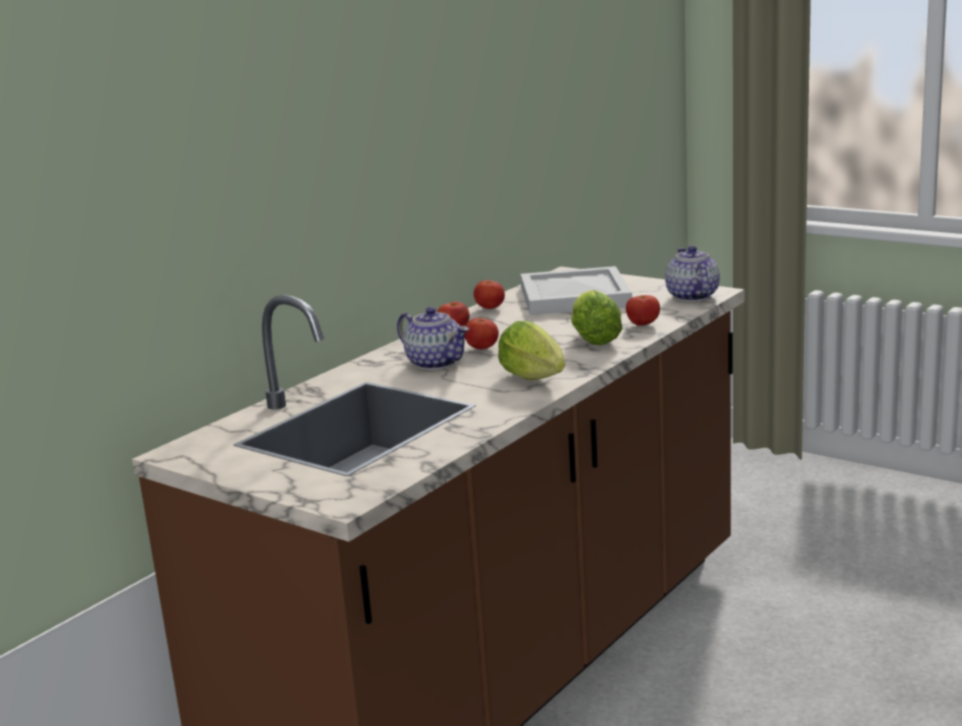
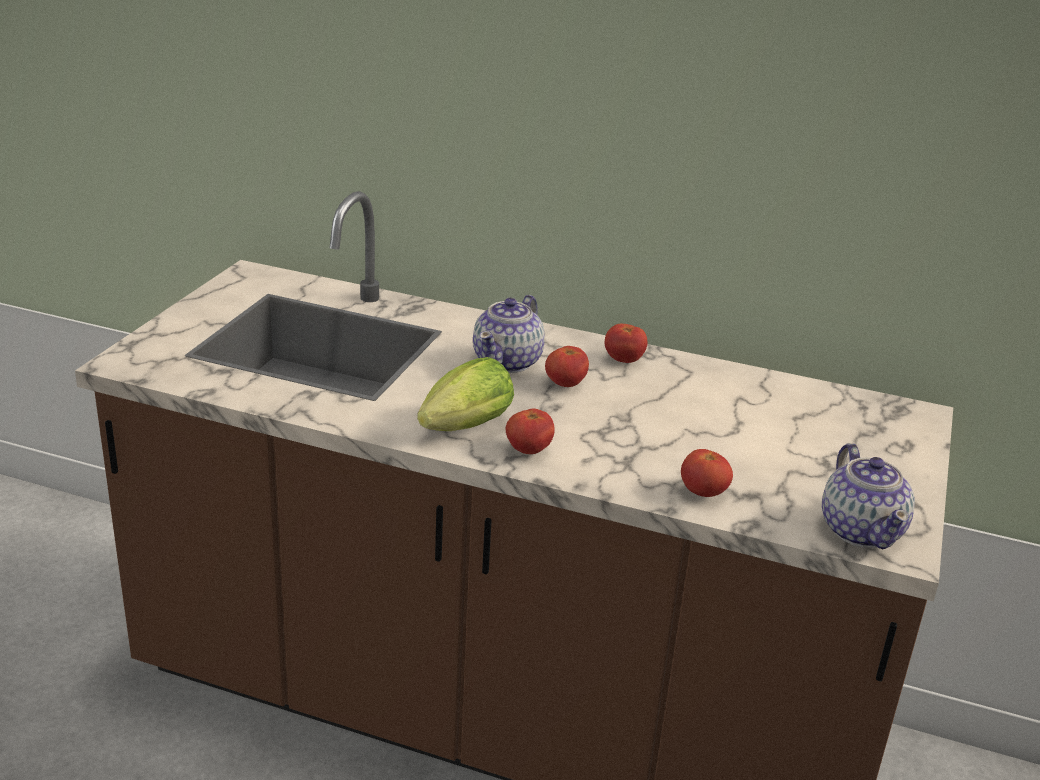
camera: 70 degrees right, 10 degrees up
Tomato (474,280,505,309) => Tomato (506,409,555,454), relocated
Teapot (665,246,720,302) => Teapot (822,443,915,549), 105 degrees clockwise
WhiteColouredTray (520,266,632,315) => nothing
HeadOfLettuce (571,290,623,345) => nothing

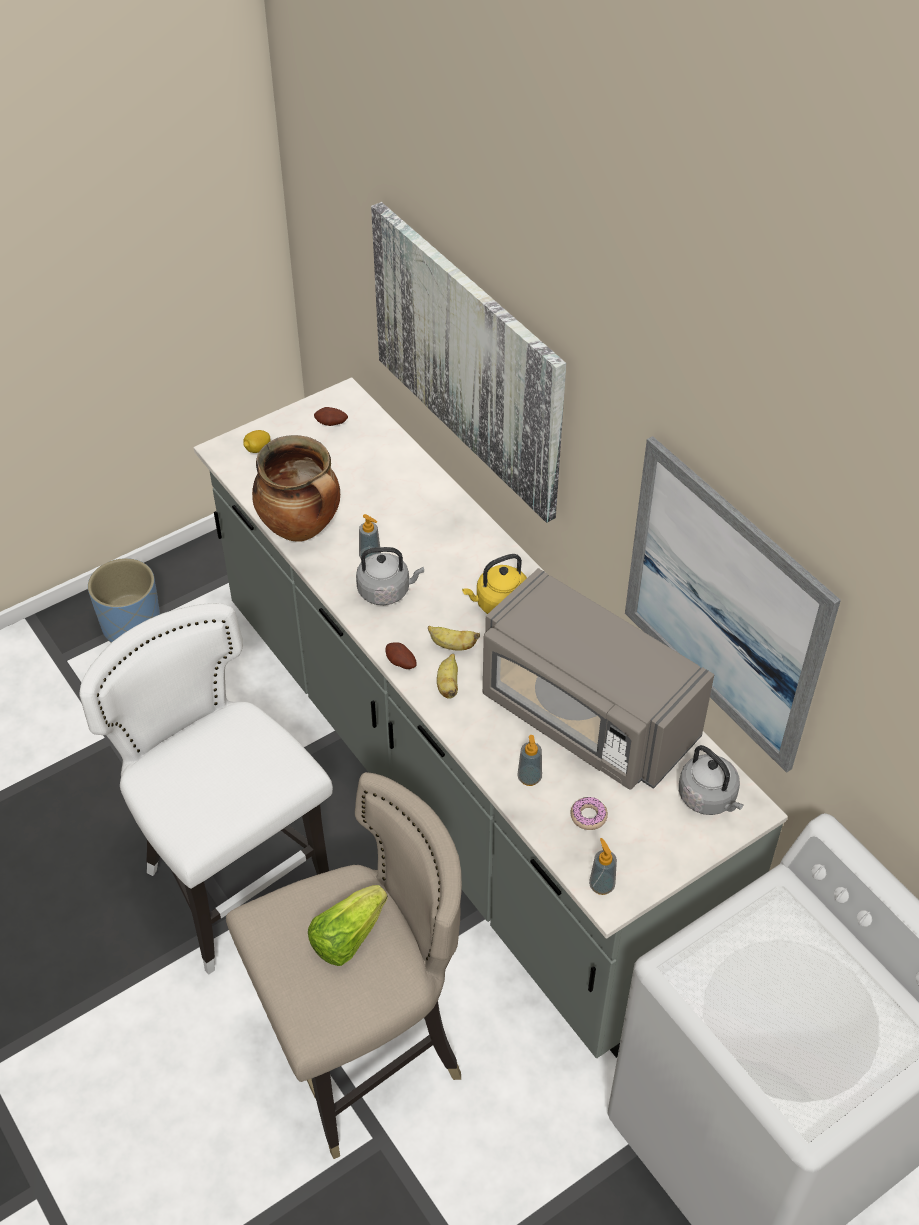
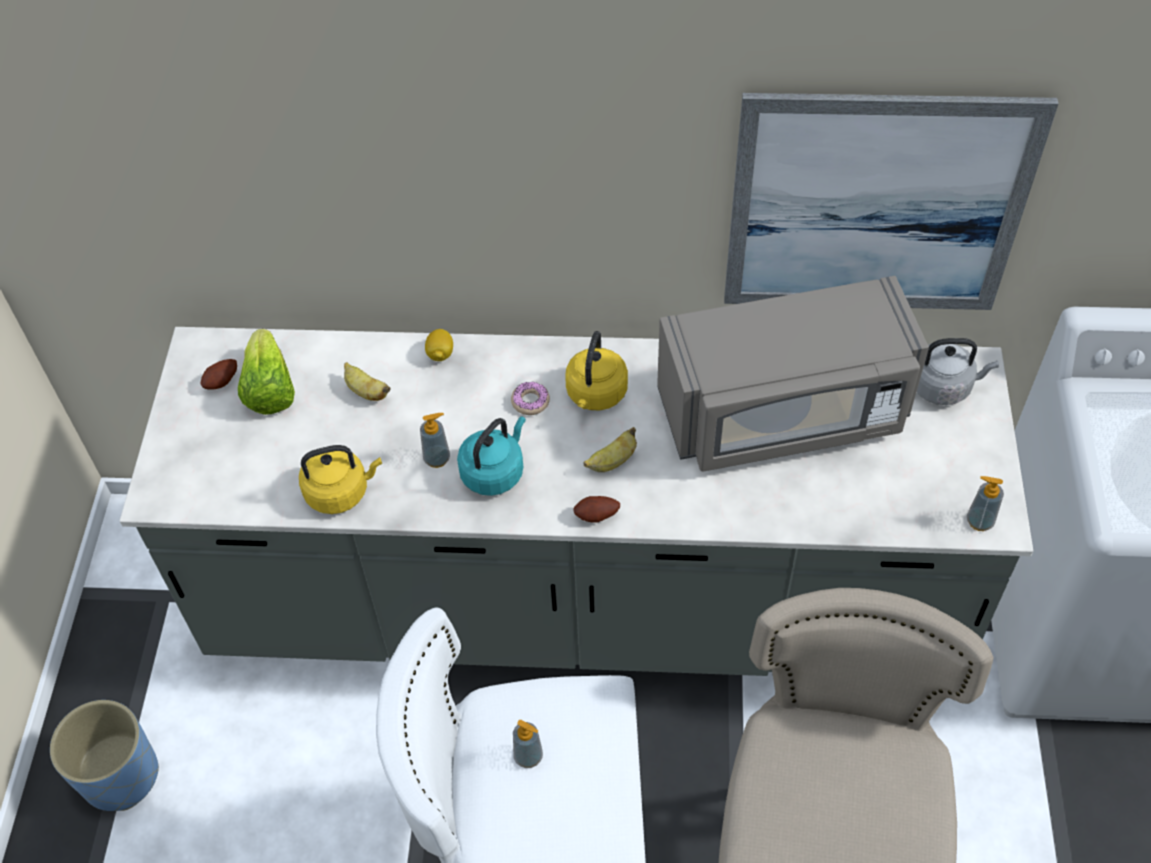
camera: 50 degrees left, 5 degrees up
HeadOfLettuce (308,885,388,966) => HeadOfLettuce (238,329,295,415), relocated
CookingPot (252,435,340,542) => YellowishWaterKettle (299,445,382,514)
WholeBanana (437,654,458,699) => WholeBanana (344,362,391,401), relocated
WholeLemon (243,430,271,453) => WholeLemon (425,329,453,361), relocated
GrayWaterKettle (356,547,424,605) => TurquoiseWaterKettle (457,416,526,496)
RingDoughnut (571,797,608,830) => RingDoughnut (511,382,550,415), relocated
LiquidSoapBottle (518,735,542,786) => LiquidSoapBottle (513,720,543,768), relocated
WallArt (371,202,566,523) => nothing

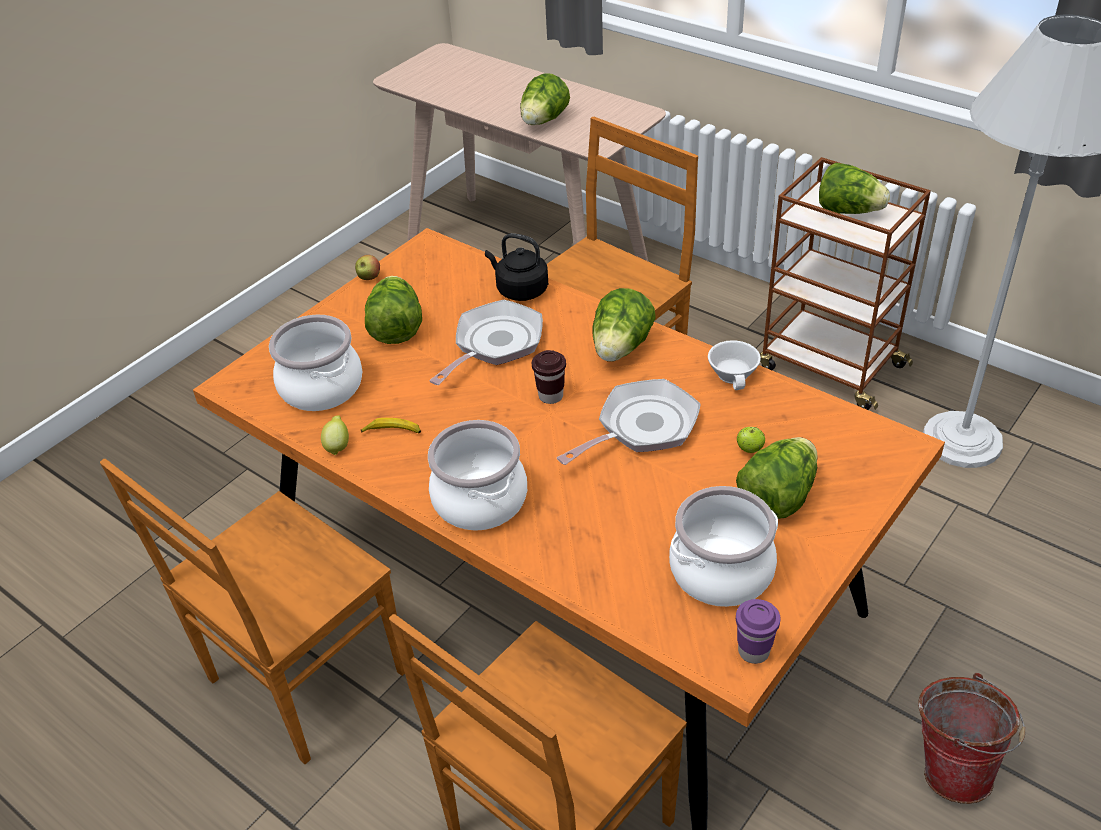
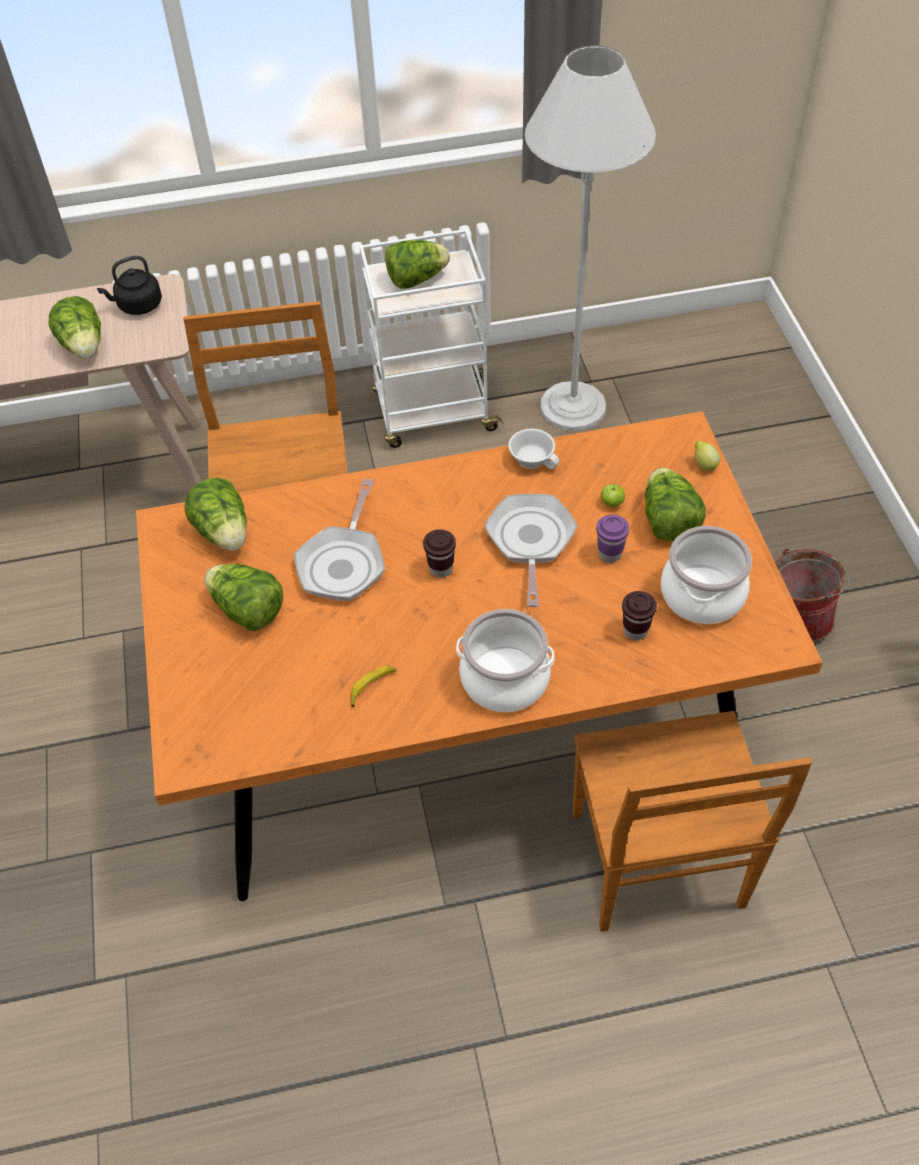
camera: 50 degrees left, 10 degrees up
BlackWaterKettle (485,233,548,301) => BlackWaterKettle (97,255,162,315), relocated
HeadOfLettuce (592,288,656,362) => HeadOfLettuce (185,478,247,551), relocated
Pan (429,300,543,385) => Pan (294,479,385,601), 150 degrees counterclockwise
BrownWheeledCart (760,157,931,410) => WhiteColouredWheeledCart (360,229,503,448)
PurplishDrinkingCup (736,599,781,664) => PurplishDrinkingCup (596,515,629,563), relocated
nothing => BrownDrinkingCup (622,591,657,640)
WholeLemon (321,415,349,456) => WholeLemon (695,440,720,471), relocated
BrownChair (100,459,405,764) => nothing
CookingPot (269,314,362,411) => nothing
AppleFruit (355,255,380,280) => nothing

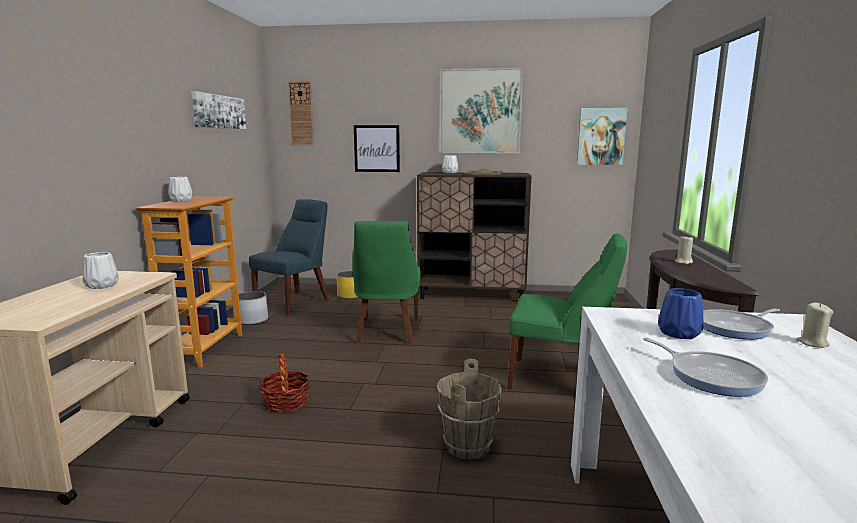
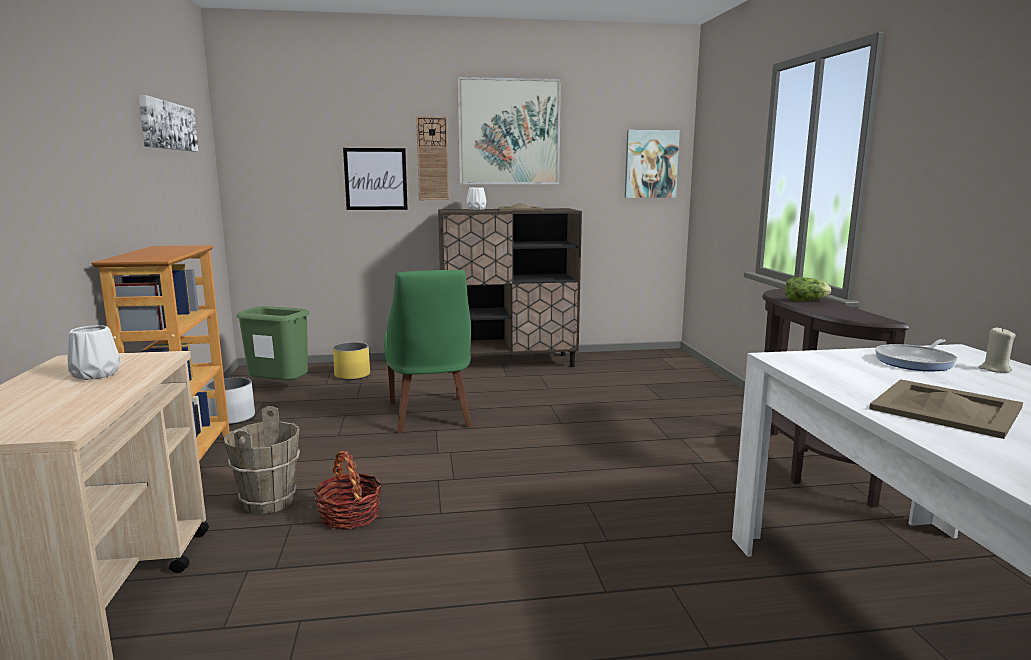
camera: 15 degrees left, 0 degrees up
BrownWaterBucket (436,359,502,460) => BrownWaterBucket (224,406,300,514), relocated
BlueColouredChair (249,199,329,316) => GreenishWasteBin (236,306,309,380)
WallClock (288,81,314,145) => WallClock (416,116,449,200), relocated
SandColouredWaxCandle (675,236,693,264) => HeadOfLettuce (785,277,831,301)
Pan (643,338,768,397) => SandColouredTray (869,379,1023,439)
WhiteColouredDecorativeVase (168,177,192,202) => nothing
GreenishChair (507,234,627,390) => nothing
BlueColouredDecorativeVase (658,288,704,339) => nothing

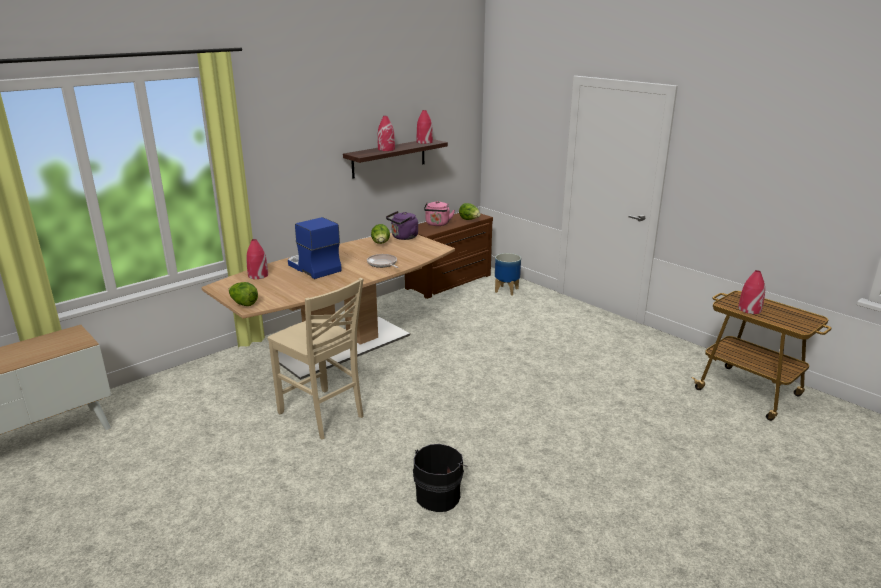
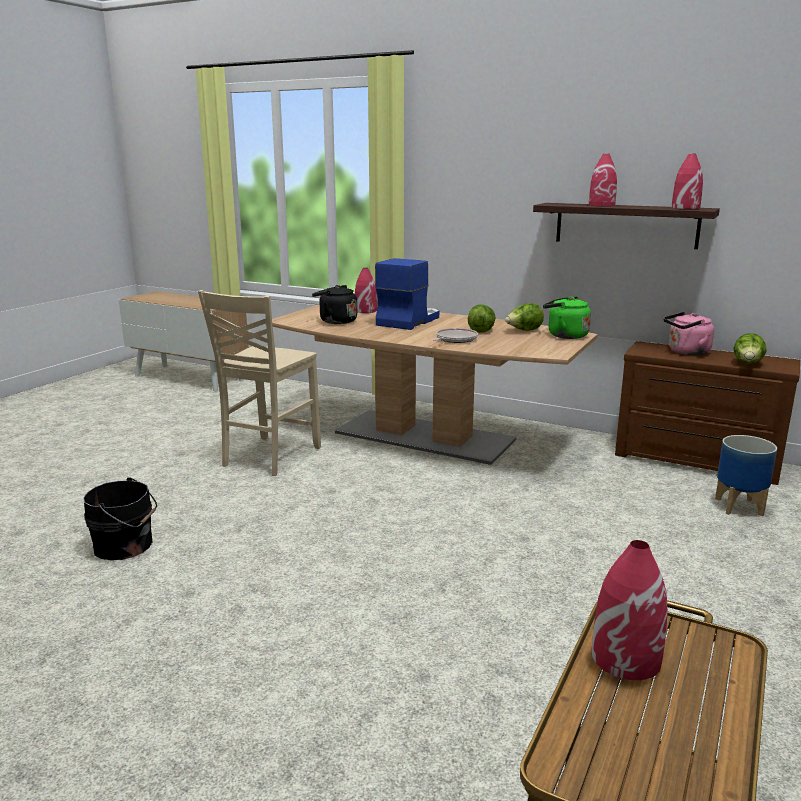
camera: 70 degrees right, 5 degrees down
nothing => BlackWaterKettle (312,285,357,324)
HeadOfLettuce (228,282,258,306) => HeadOfLettuce (468,304,496,333), relocated
PurplishWaterKettle (386,211,418,240) => GreenishWaterKettle (543,296,591,339)

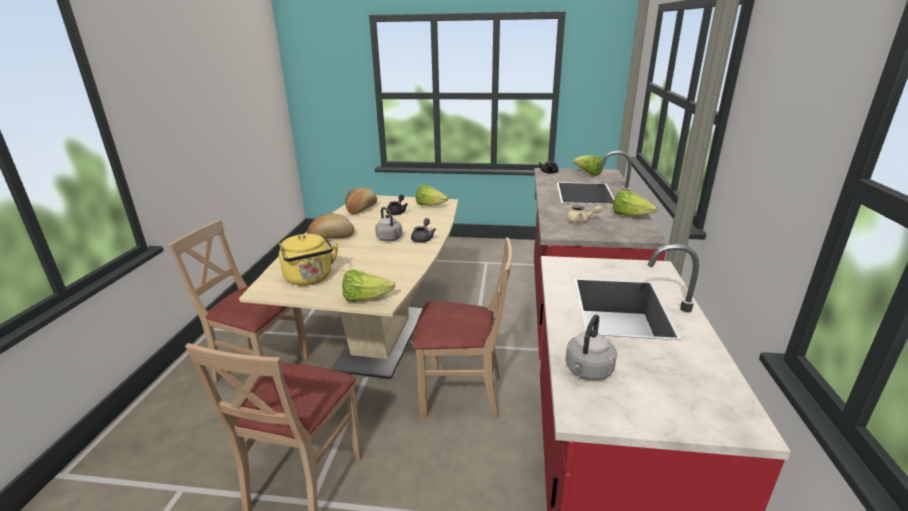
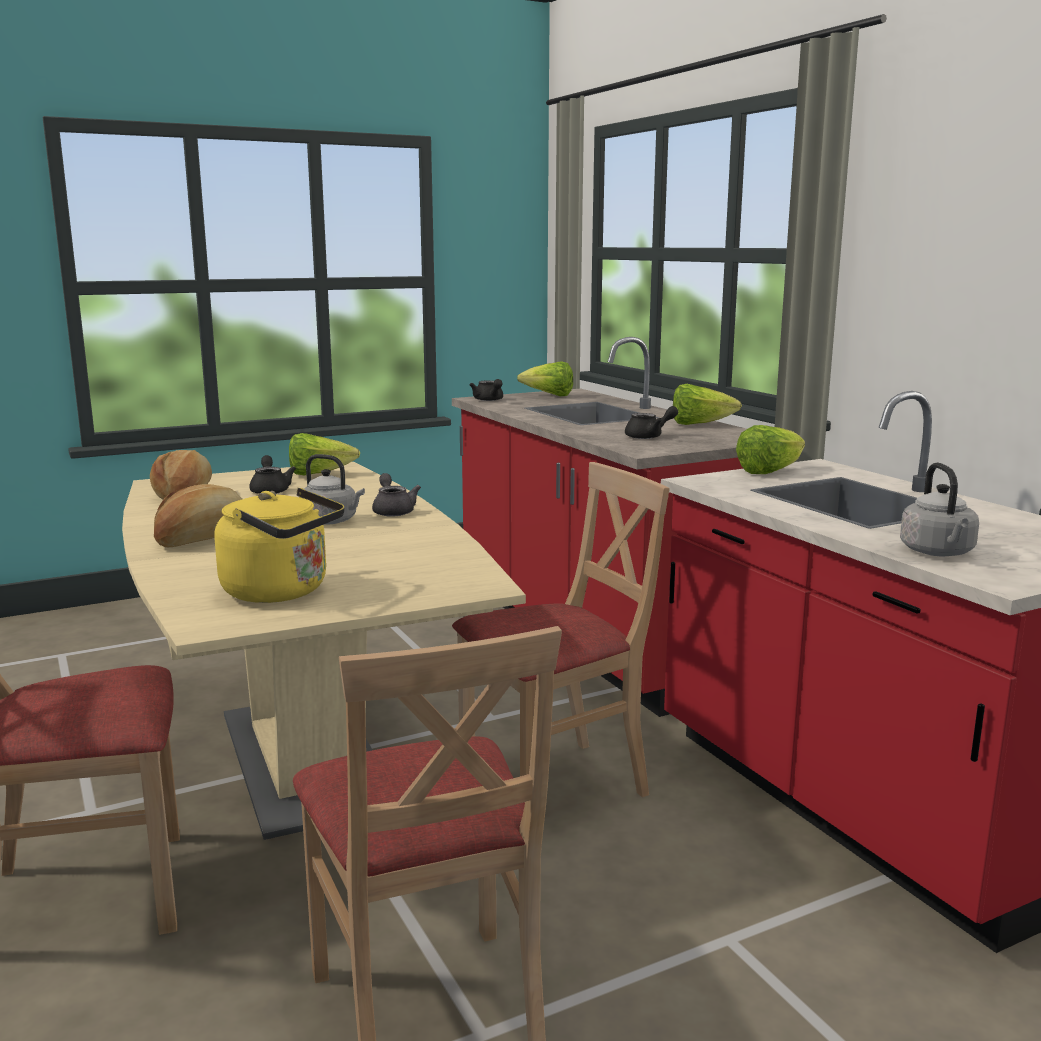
camera: 35 degrees left, 10 degrees down
SandColouredTeapot (566,205,602,223) => BlackTeapot (625,406,678,439)
HeadOfLettuce (342,269,396,302) => HeadOfLettuce (736,425,805,474), relocated

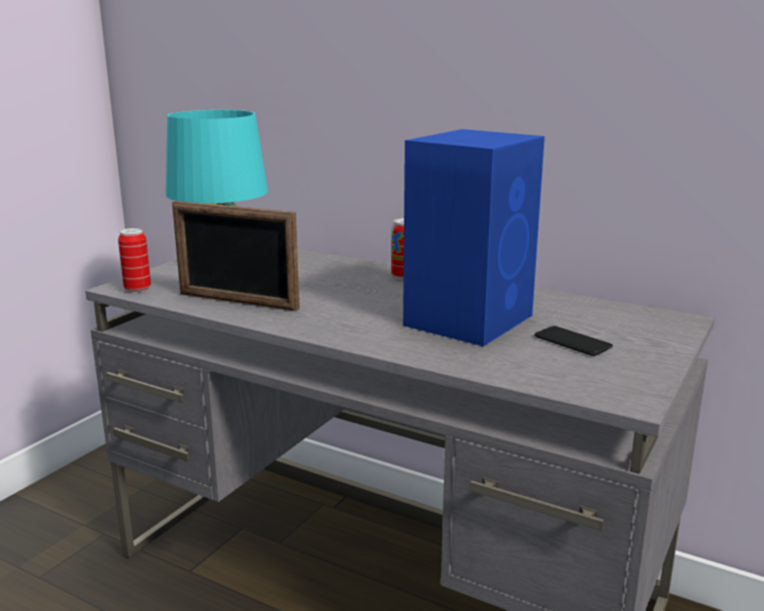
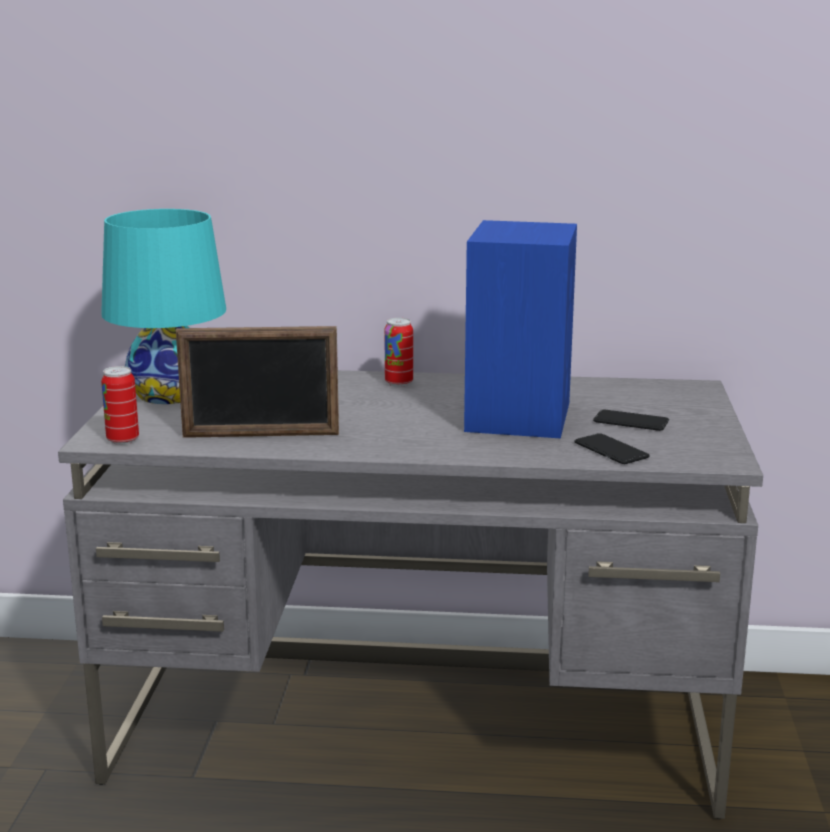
camera: 25 degrees left, 0 degrees up
nothing => Handset (574,433,650,464)

